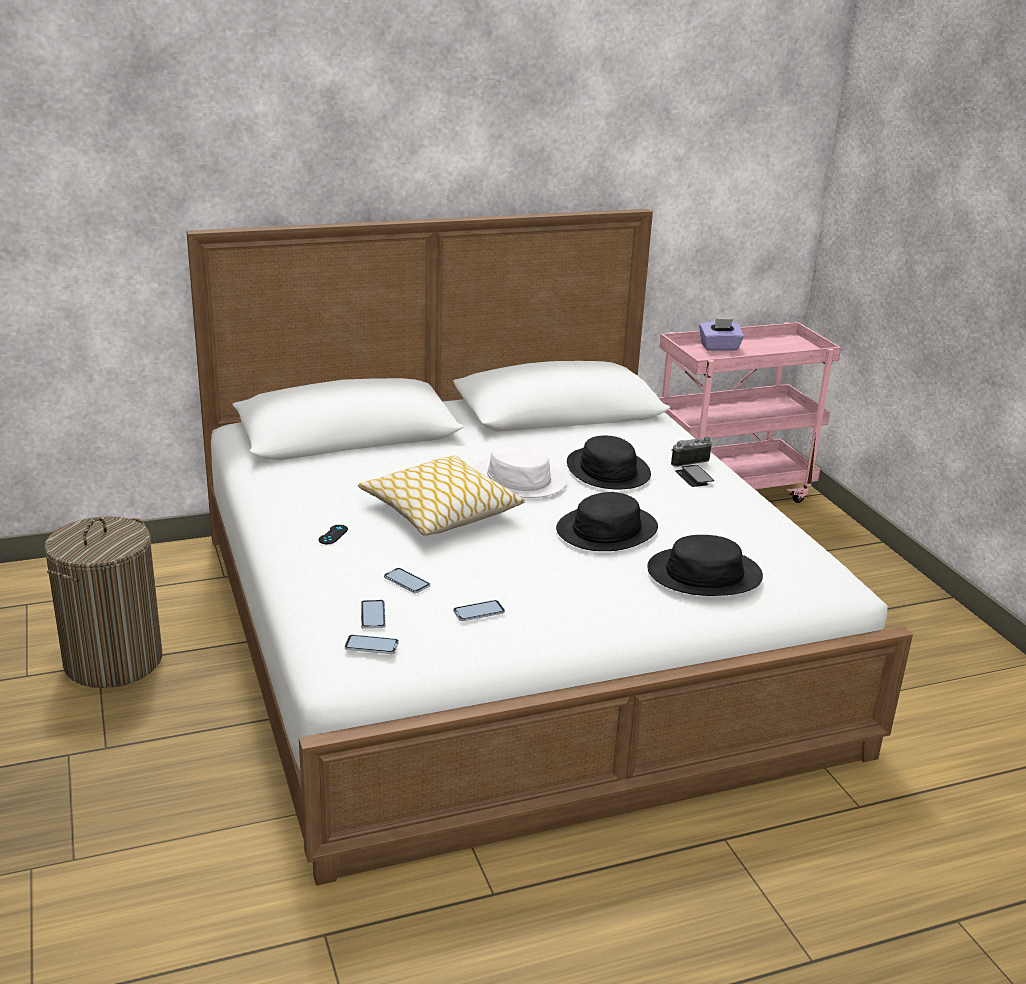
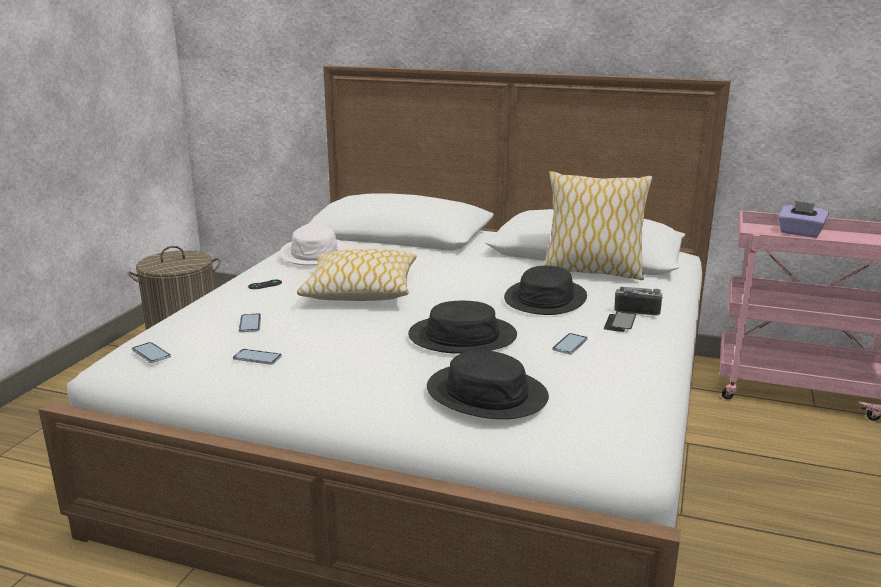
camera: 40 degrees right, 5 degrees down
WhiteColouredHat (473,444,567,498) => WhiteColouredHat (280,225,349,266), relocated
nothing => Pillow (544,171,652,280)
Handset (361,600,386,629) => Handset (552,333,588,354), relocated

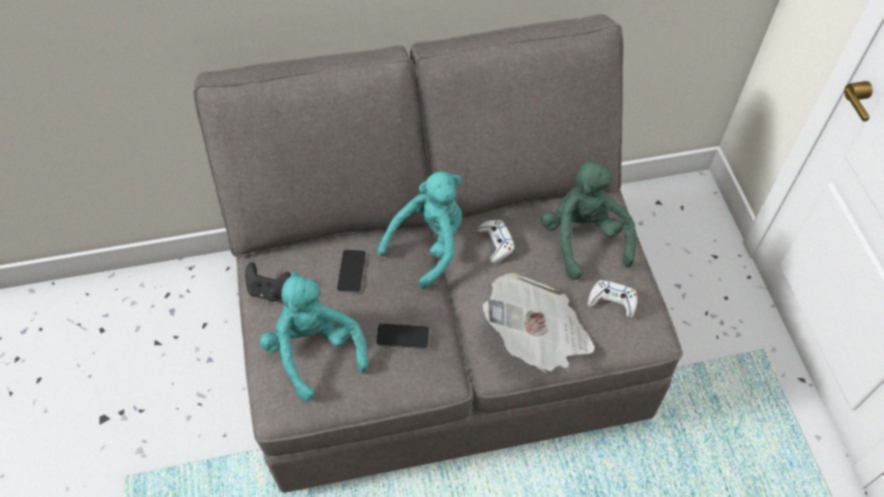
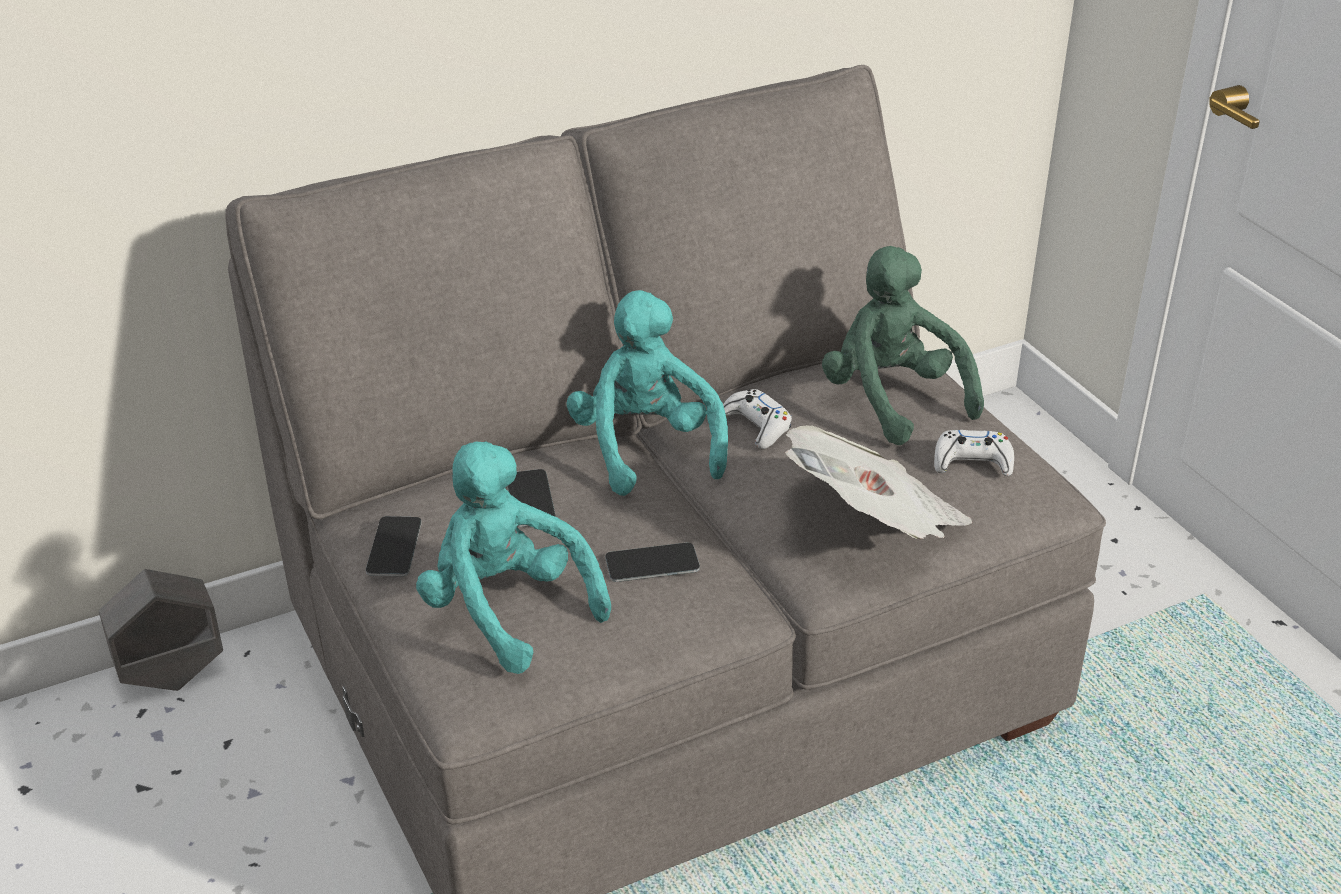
camera: 15 degrees left, 20 degrees down
nothing => GrayPlanter (99,569,223,691)
BlackGamepad (245,262,291,302) => Handset (366,516,422,576)
TurquoiseCuddlyToy (377,172,462,289) => TurquoiseCuddlyToy (566,290,728,496), 45 degrees counterclockwise

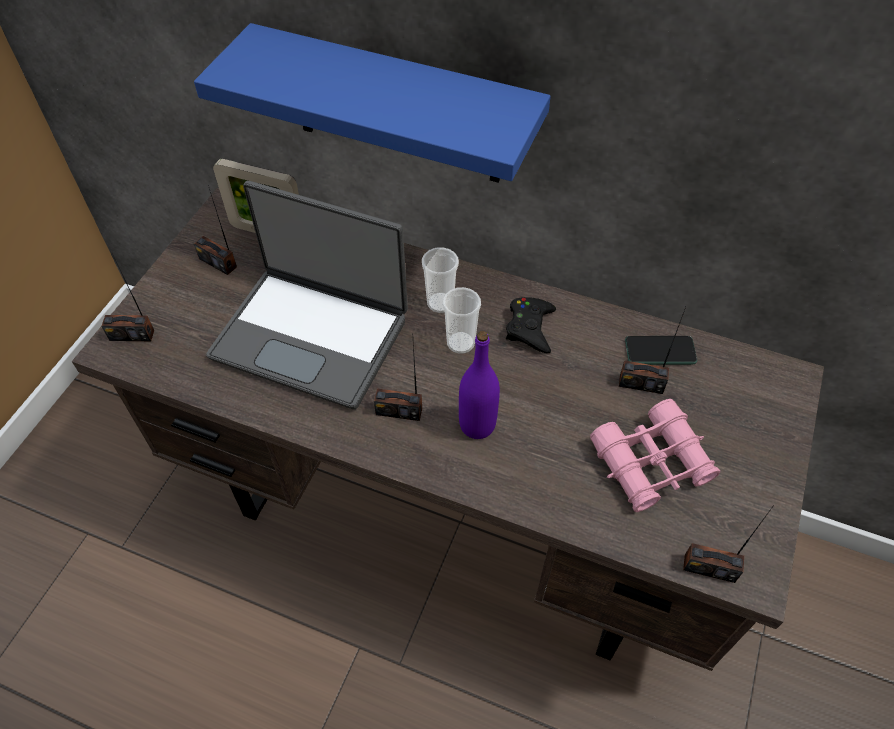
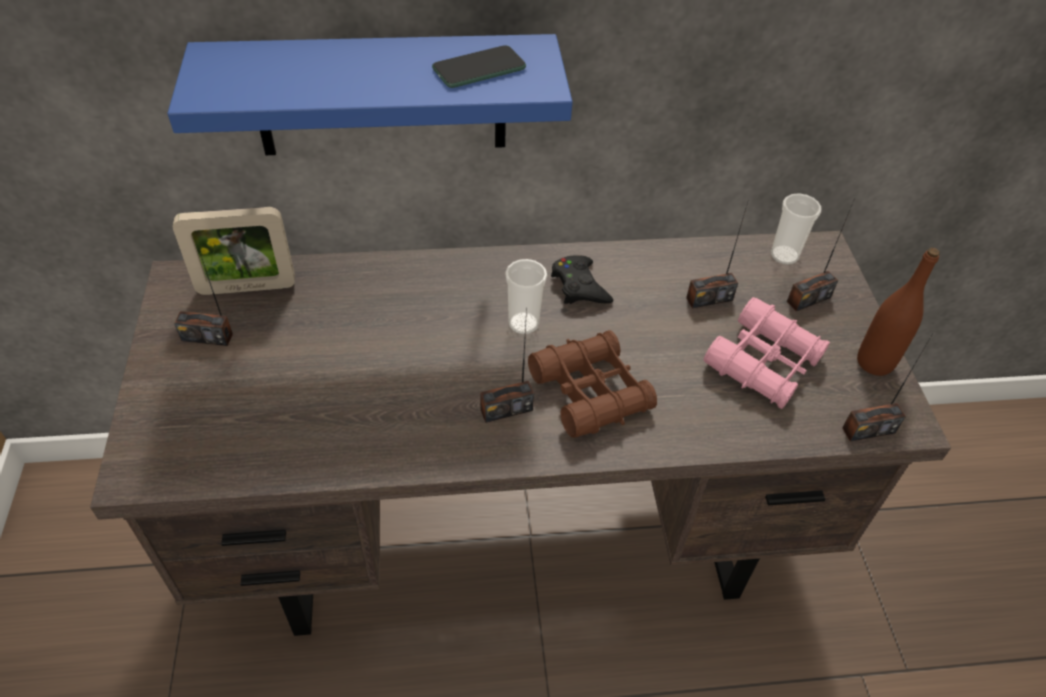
camera: 30 degrees left, 5 degrees down
Handset (625,336,697,365) => Handset (432,45,526,88), relocated
PurplishBeverageBottle (459,331,500,439) => BrownFieldGlasses (528,330,657,438)
DrinkingCup (422,247,459,313) => DrinkingCup (771,193,821,265), relocated
RadioReceiver (101,256,154,341) => RadioReceiver (787,198,855,311), relocated
nothing => BrownBeverageBottle (857,247,940,376)
PortableComputer (206,181,408,409) => nothing

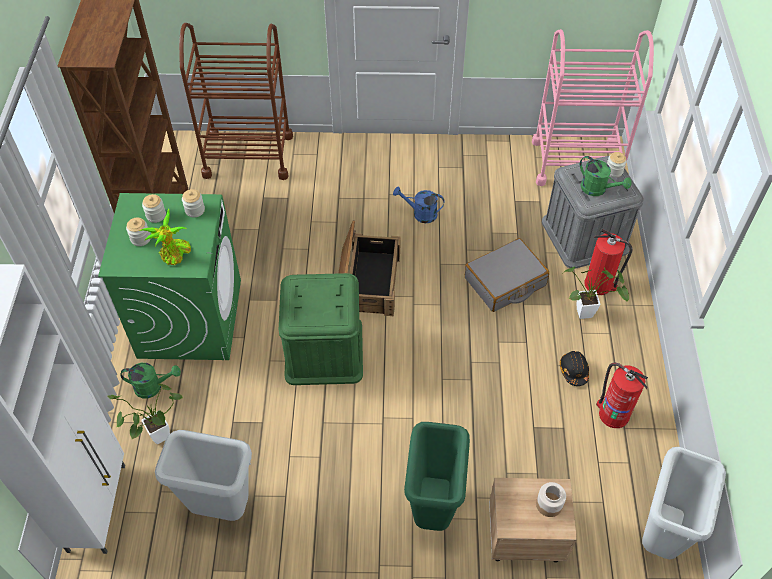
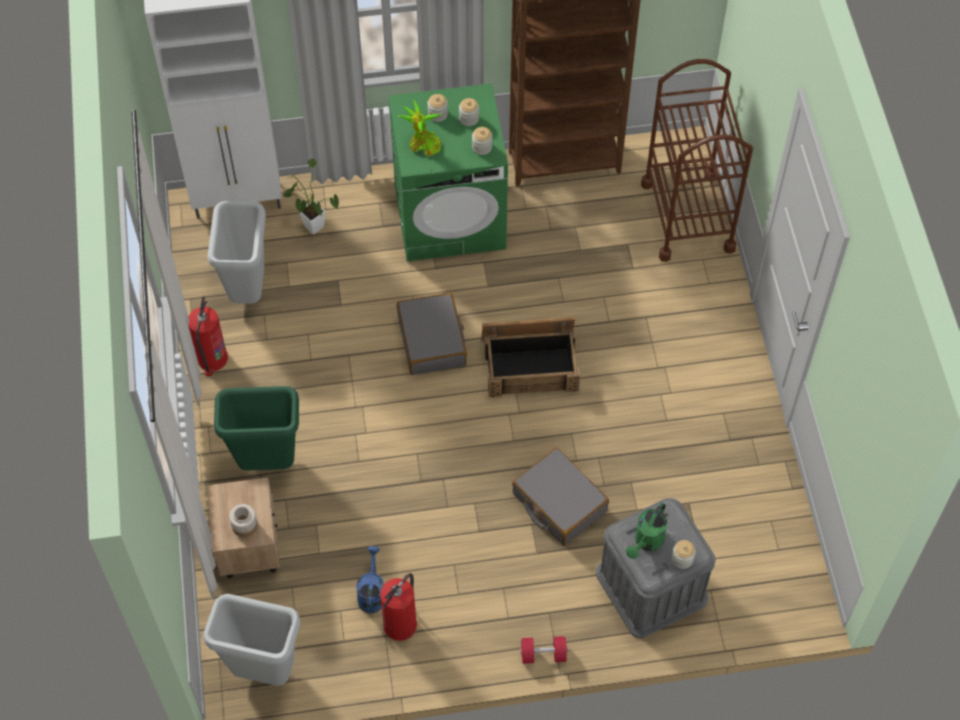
camera: 80 degrees right, 5 degrees up
FireFightingCylinder (584,228,632,295) => FireFightingCylinder (188,296,228,376), relocated
BlueColouredWateringCan (393,186,444,223) => BlueColouredWateringCan (356,546,384,613), relocated
GreenishStorageContainer (279,273,363,385) => GrayTravelCase (396,293,467,375)
nothing => ReddishHandWeight (520,636,568,664)
GreenishWateringCan (120,363,181,398) => nothing
PinkColouredWheeledCart (532,29,654,186) => nothing
BlackSafetyHelmet (560,351,589,386) => nothing
PlantInAPot (563,267,629,319) => nothing

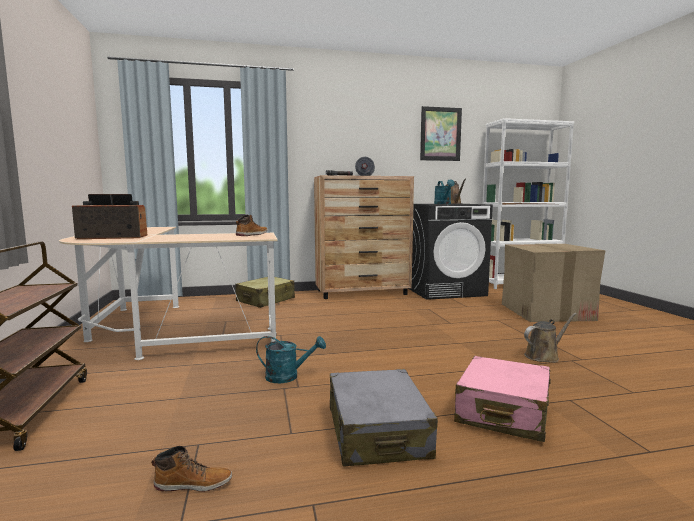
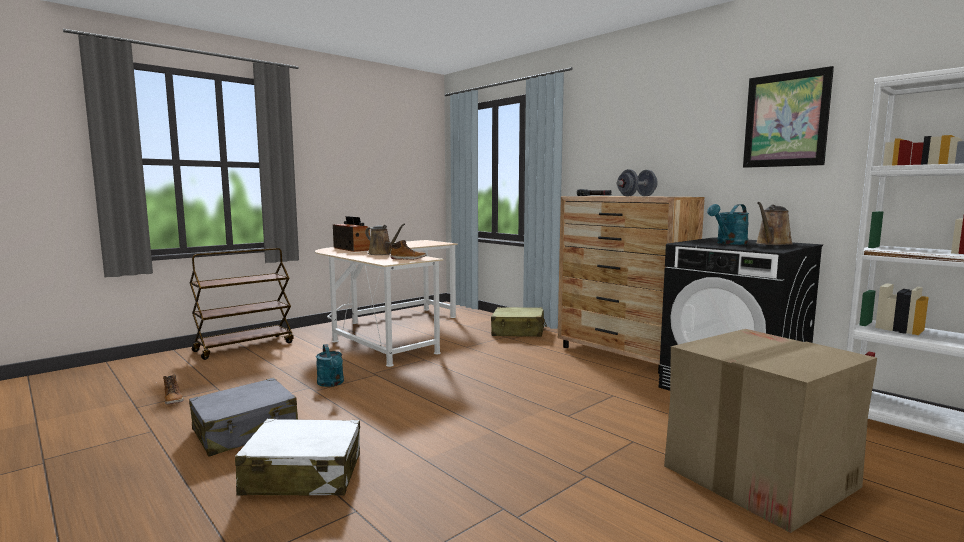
camera: 60 degrees right, 0 degrees up
PinkColouredTravelCase (454,356,551,442) => WhiteColouredTravelCase (235,419,360,496)
BrownWateringCan (524,313,577,363) => BrownWateringCan (365,223,405,255), relocated

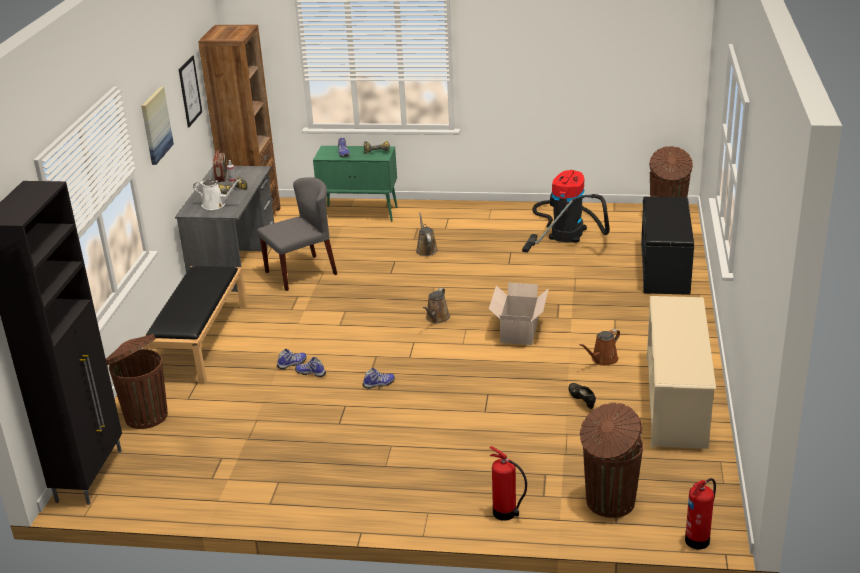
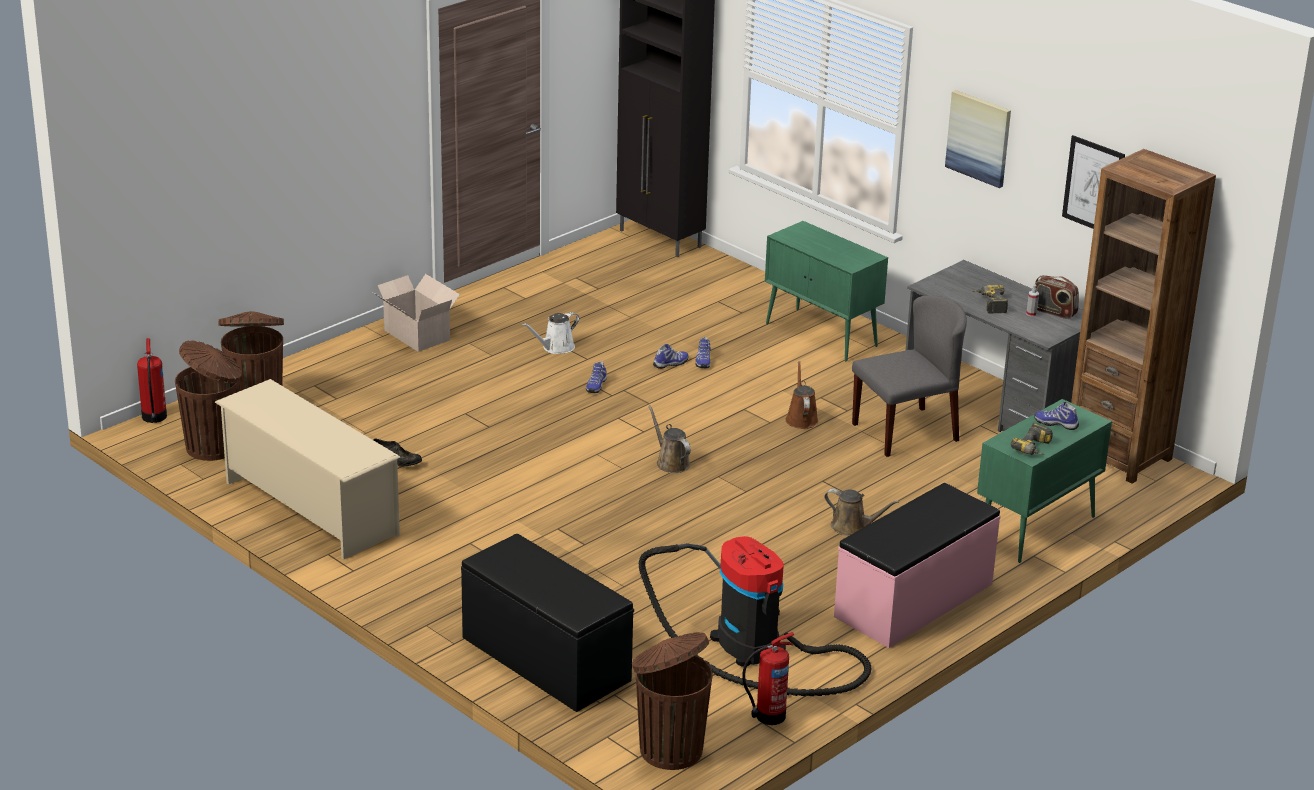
camera: 125 degrees right, 0 degrees up
BrownWasteBin (106,334,168,429) => BrownWasteBin (175,340,242,461), relocated
CardboardBox (489,283,549,345) => CardboardBox (373,274,460,352), relocated
WhiteColouredWateringCan (193,179,241,210) => WhiteColouredWateringCan (522,312,579,354), relocated
FireFightingCylinder (489,446,527,521) => FireFightingCylinder (742,632,794,725), relocated
BlackIndoorBench (143,266,247,384) => GreenishCupboard (765,221,888,362)
BrownWateringCan (579,329,620,366) => BrownWateringCan (786,361,818,429), relocated
nothing => PinkColouredIndoorBench (834,483,1000,648)
GrayChair (257,177,337,291) => GrayChair (852,296,967,457), 120 degrees counterclockwise

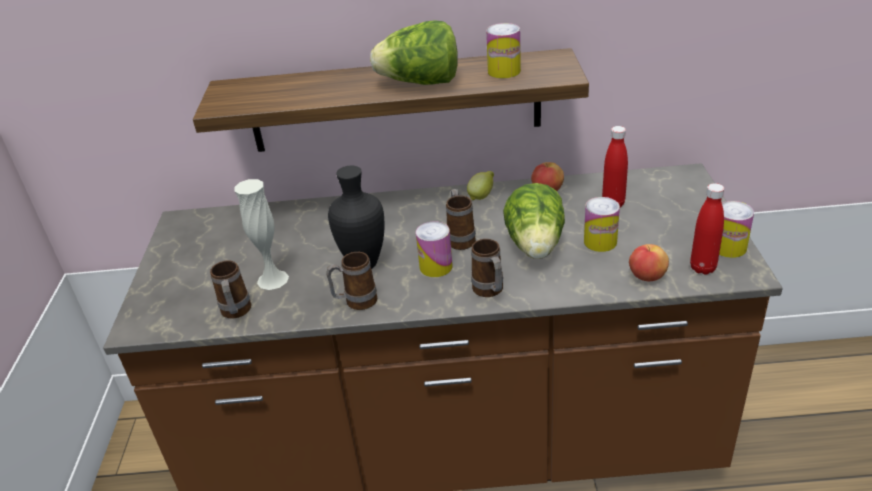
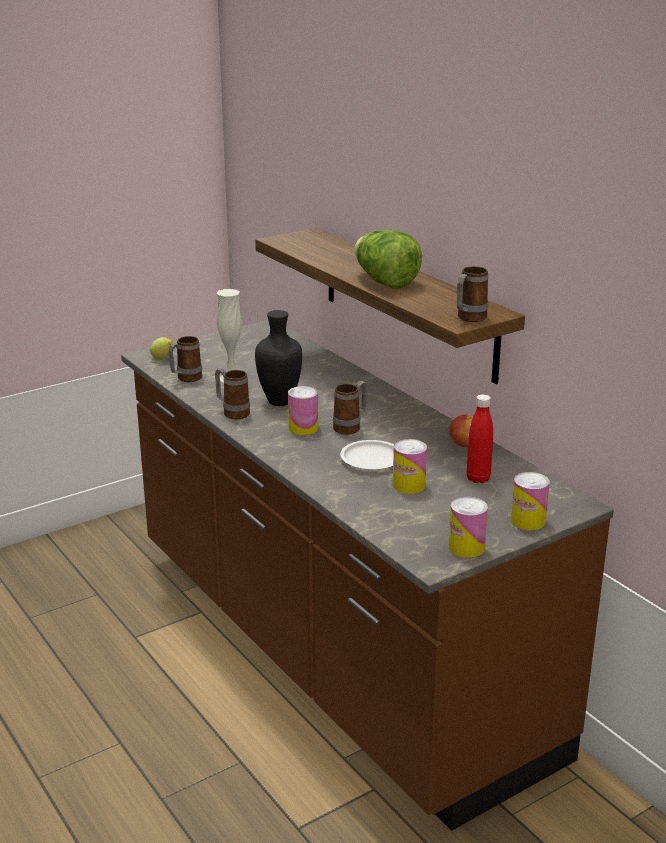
camera: 55 degrees right, 10 degrees down
WholeLemon (467,171,494,200) => WholeLemon (150,337,174,360), relocated
HeadOfLettuce (503,183,565,259) => WhiteColouredFlatDish (340,440,394,470)
Mug (471,239,503,297) => Mug (457,266,488,322), relocated
SealedCan (486,23,521,79) => SealedCan (511,472,550,530), relocated
AppleFruit (629,244,669,281) => nothing
ReddishBeverageBottle (690,183,724,275) => nothing

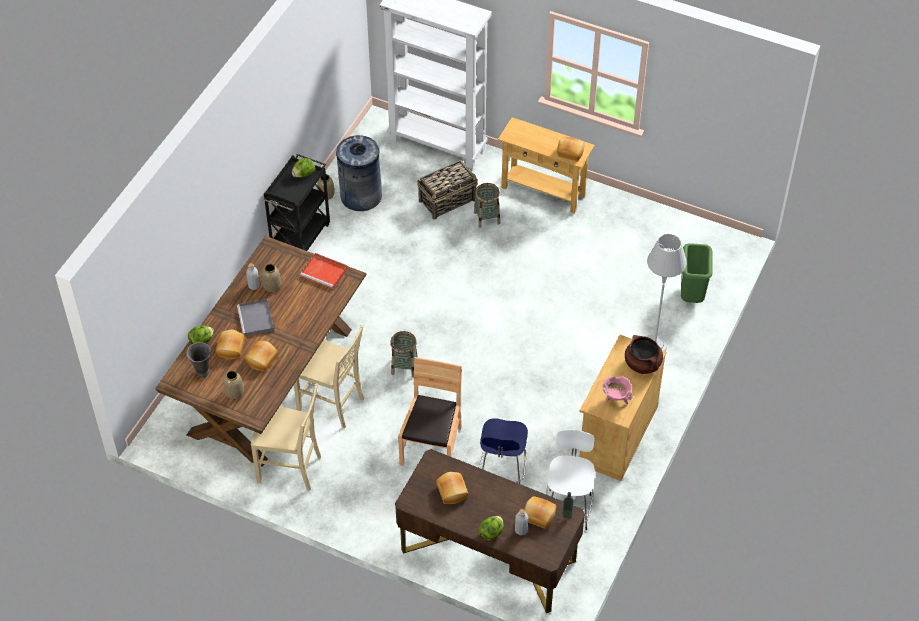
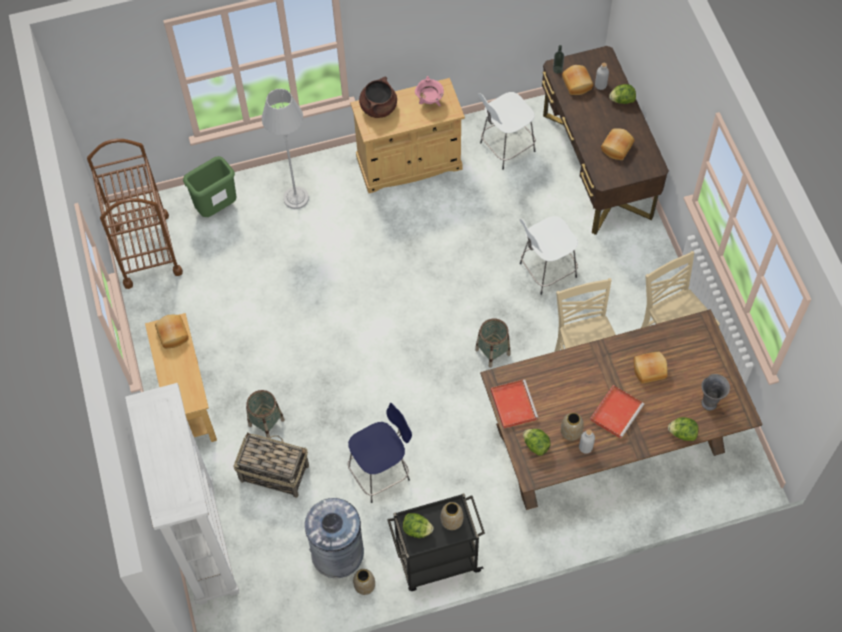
camera: 130 degrees left, 10 degrees up
nothing => BrownWheeledCart (87,139,183,289)
BlueColouredSittingStool (479,419,528,484) => BlueColouredSittingStool (348,403,412,503), relocated
DecorativeVase (223,370,244,399) => DecorativeVase (441,502,463,530), relocated
BrownChair (398,357,462,466) => WhiteColouredSittingStool (520,216,578,295)
nothing => HeadOfLettuce (523,429,550,456)
GrayTray (237,299,275,336) => ReddishTray (590,385,644,439)
Bread (216,329,245,360) => nothing

